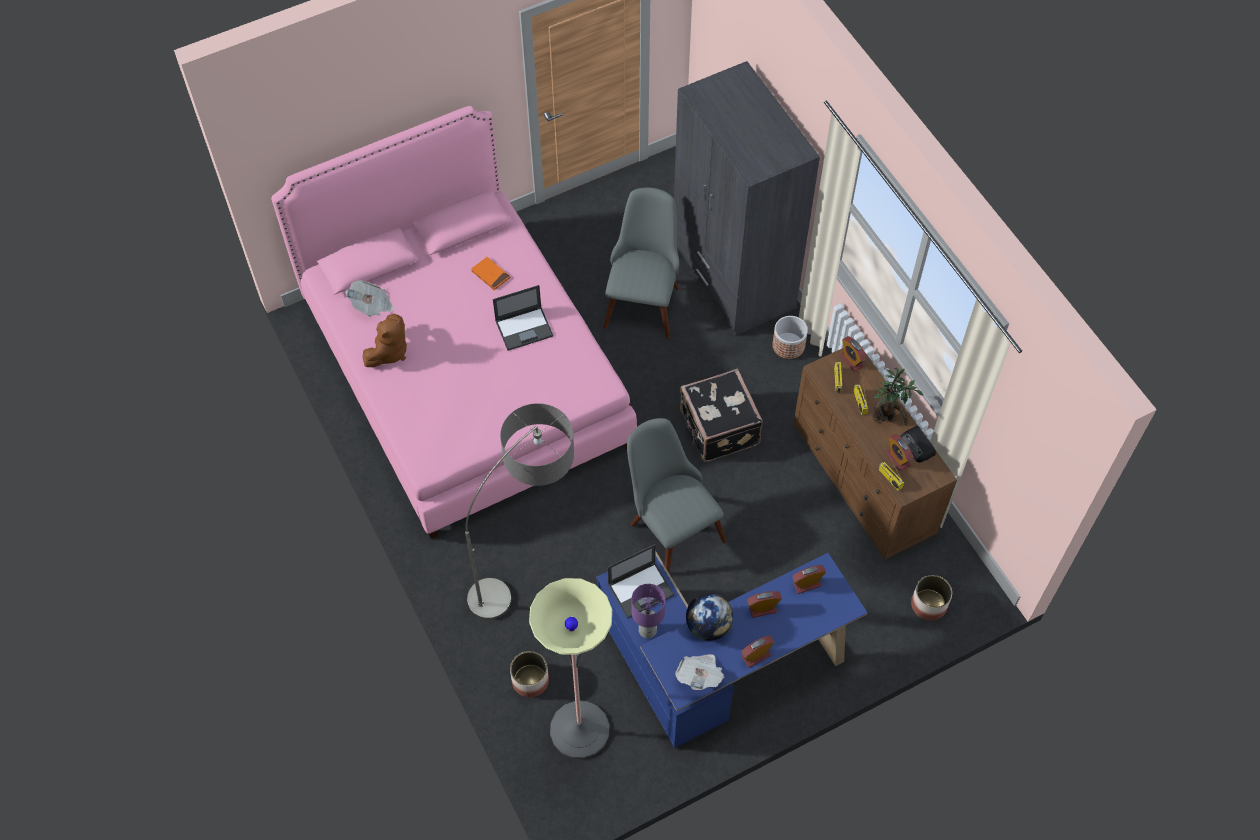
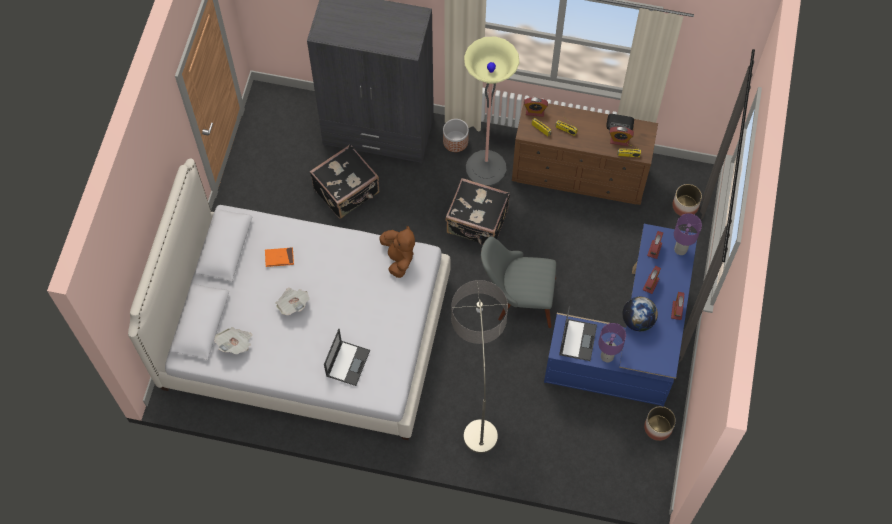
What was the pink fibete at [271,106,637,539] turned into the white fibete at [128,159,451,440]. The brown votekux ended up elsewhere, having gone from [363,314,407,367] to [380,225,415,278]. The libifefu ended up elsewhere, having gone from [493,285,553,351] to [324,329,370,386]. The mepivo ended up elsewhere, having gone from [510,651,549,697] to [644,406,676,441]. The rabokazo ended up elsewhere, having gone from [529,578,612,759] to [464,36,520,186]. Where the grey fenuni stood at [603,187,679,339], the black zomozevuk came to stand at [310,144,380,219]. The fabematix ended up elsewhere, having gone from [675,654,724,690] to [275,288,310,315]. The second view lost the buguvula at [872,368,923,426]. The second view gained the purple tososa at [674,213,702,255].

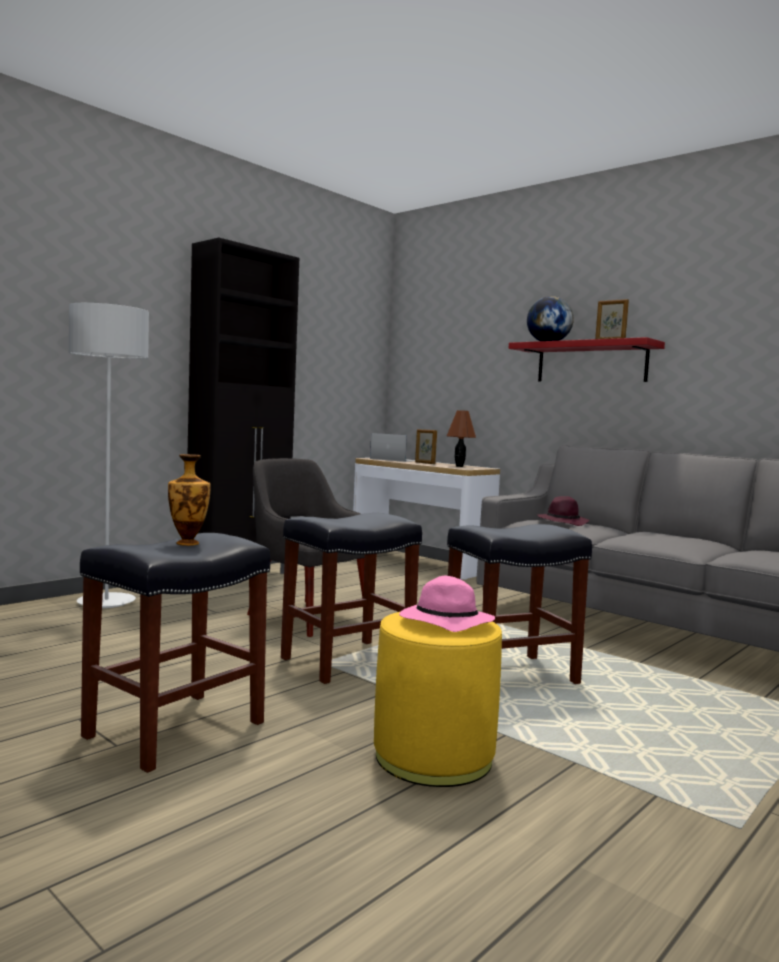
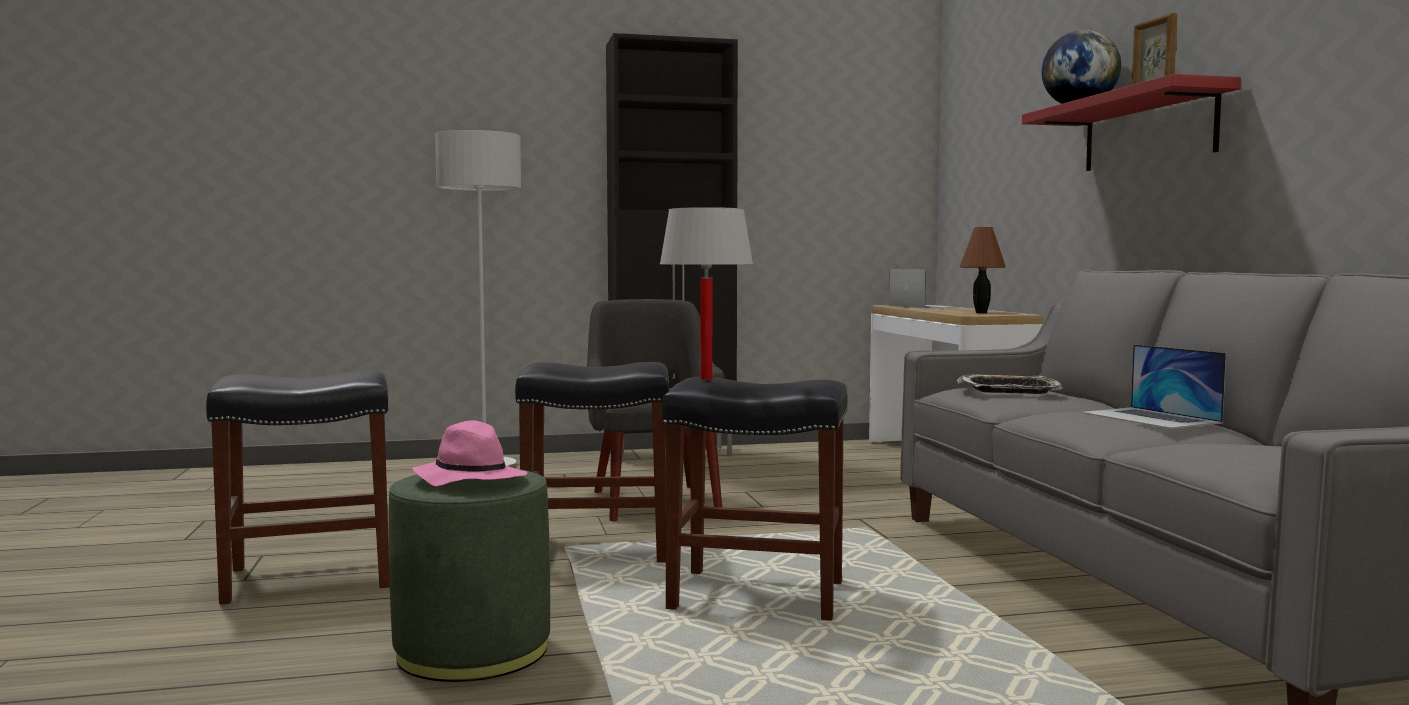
The second view lost the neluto at [168,454,210,546]. What was the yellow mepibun at [374,611,502,787] turned into the green mepibun at [389,469,550,682]. The second view lost the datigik at [415,429,437,464]. Where the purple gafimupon stood at [537,496,589,526], the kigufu came to stand at [957,374,1063,394]. The second view gained the white tososa at [660,207,753,380]. The second view gained the libifefu at [1081,344,1226,429].

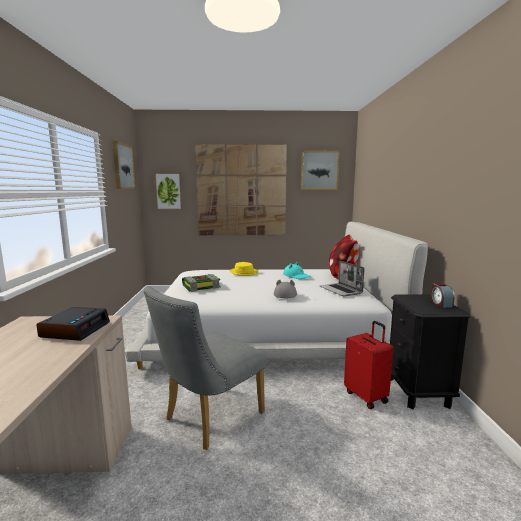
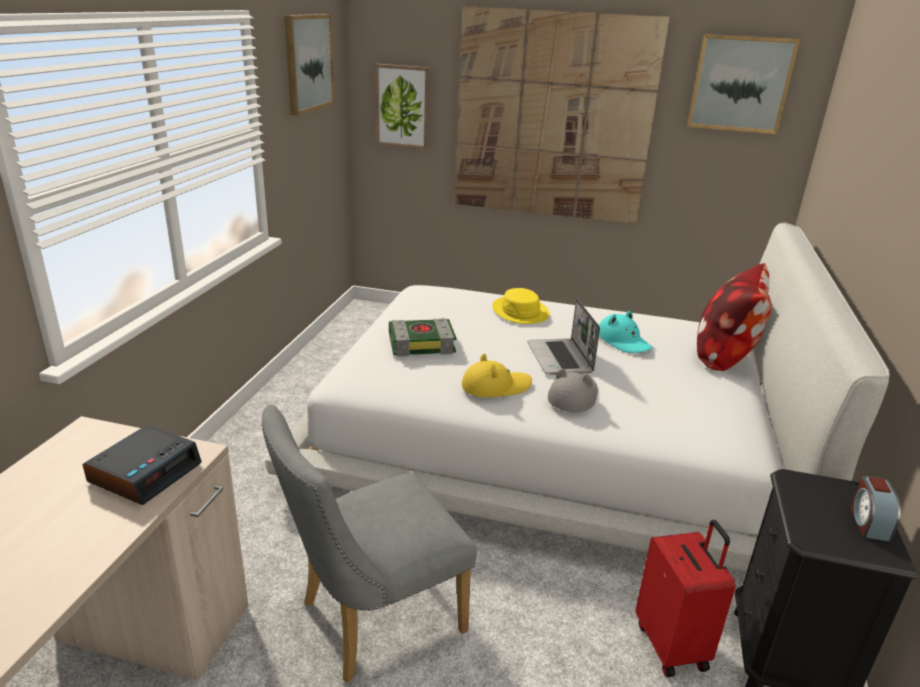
The libifefu ended up elsewhere, having gone from [320,261,365,297] to [527,299,600,375]. The second view gained the yellow gafimupon at [462,354,532,397].

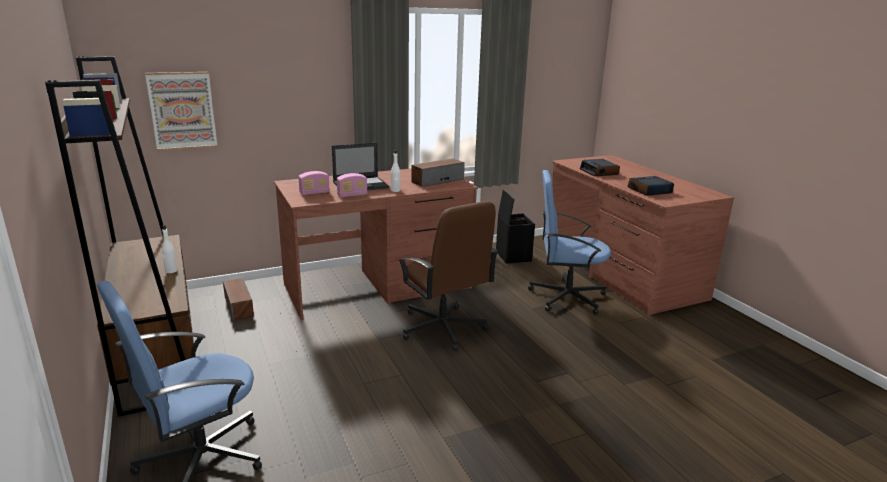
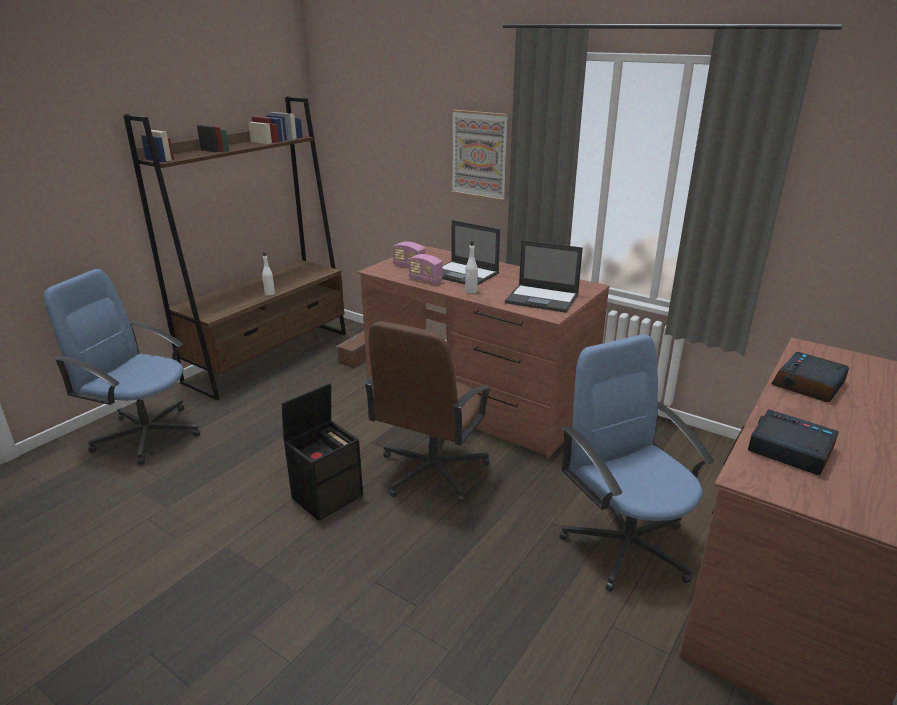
The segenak ended up elsewhere, having gone from [145,72,217,151] to [452,110,508,201]. Where the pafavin stood at [412,158,465,187], the libifefu came to stand at [505,240,583,313]. The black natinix ended up elsewhere, having gone from [496,190,535,264] to [282,383,363,521].

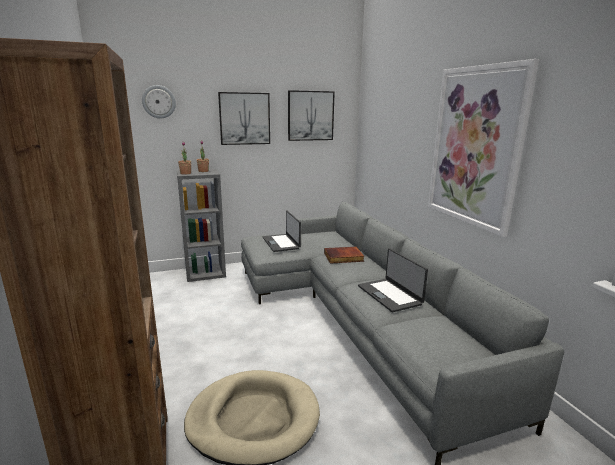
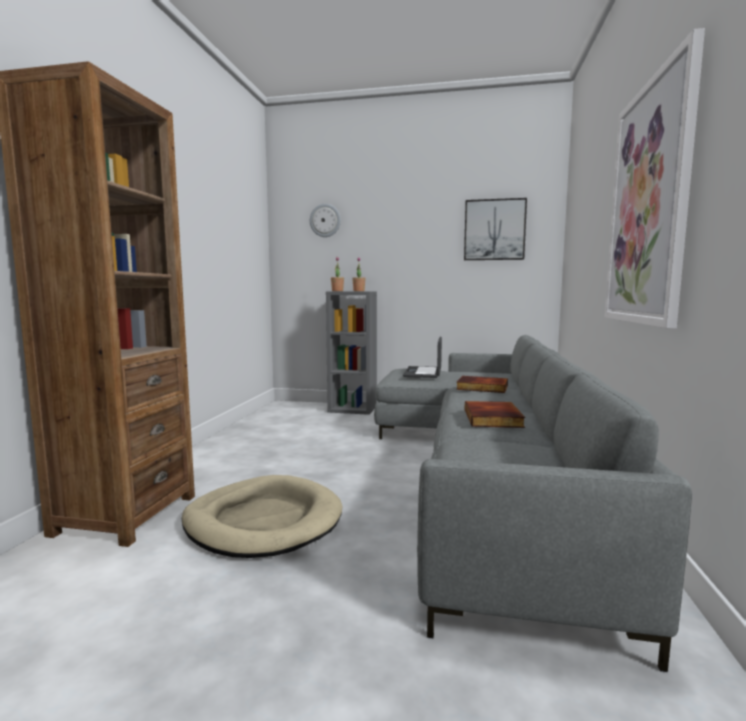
The second view lost the segenak at [218,92,270,145]. Where the libifefu stood at [358,248,428,312], the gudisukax came to stand at [464,401,525,428].

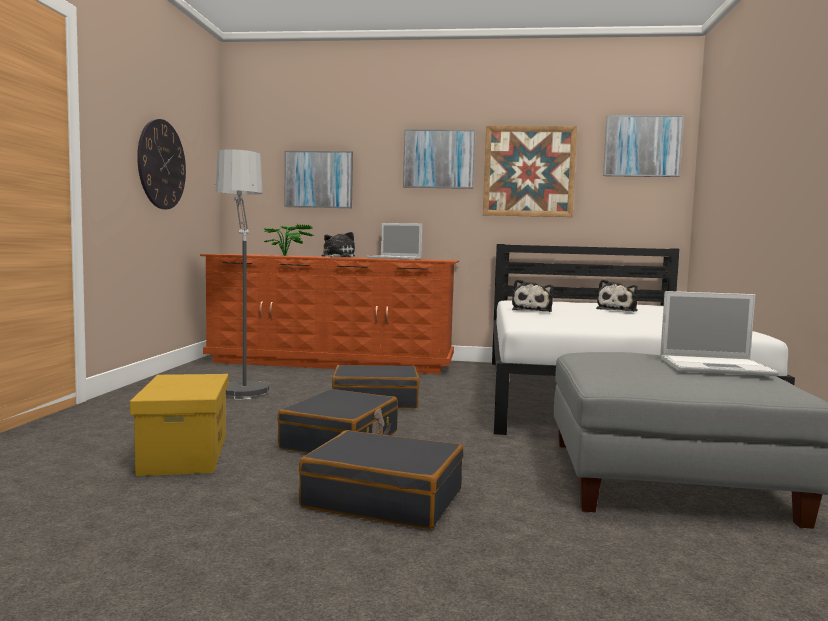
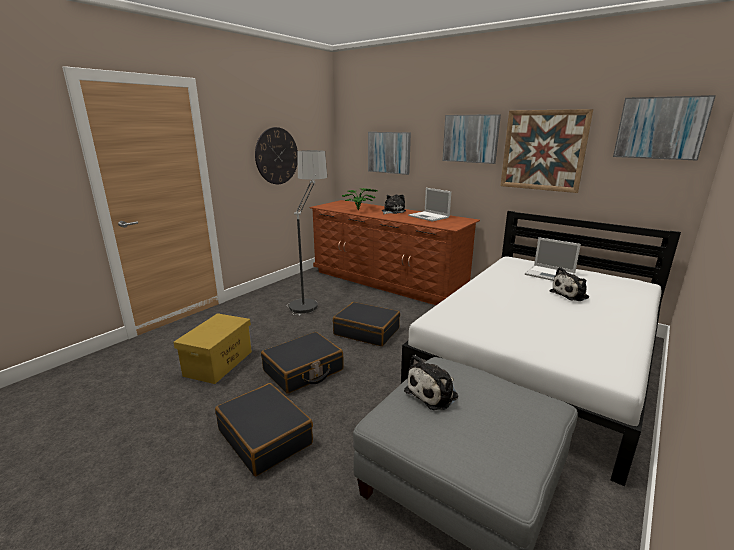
The votekux ended up elsewhere, having gone from [512,279,553,312] to [404,355,458,410]. The libifefu ended up elsewhere, having gone from [660,291,779,376] to [525,237,581,281].

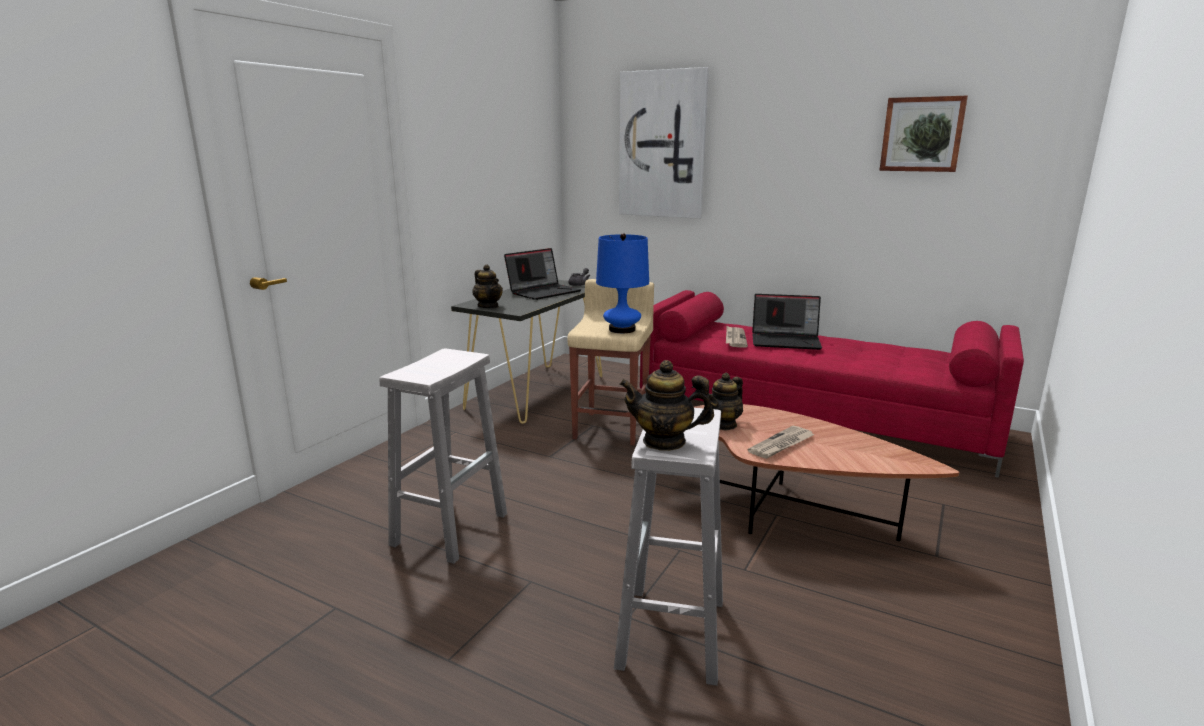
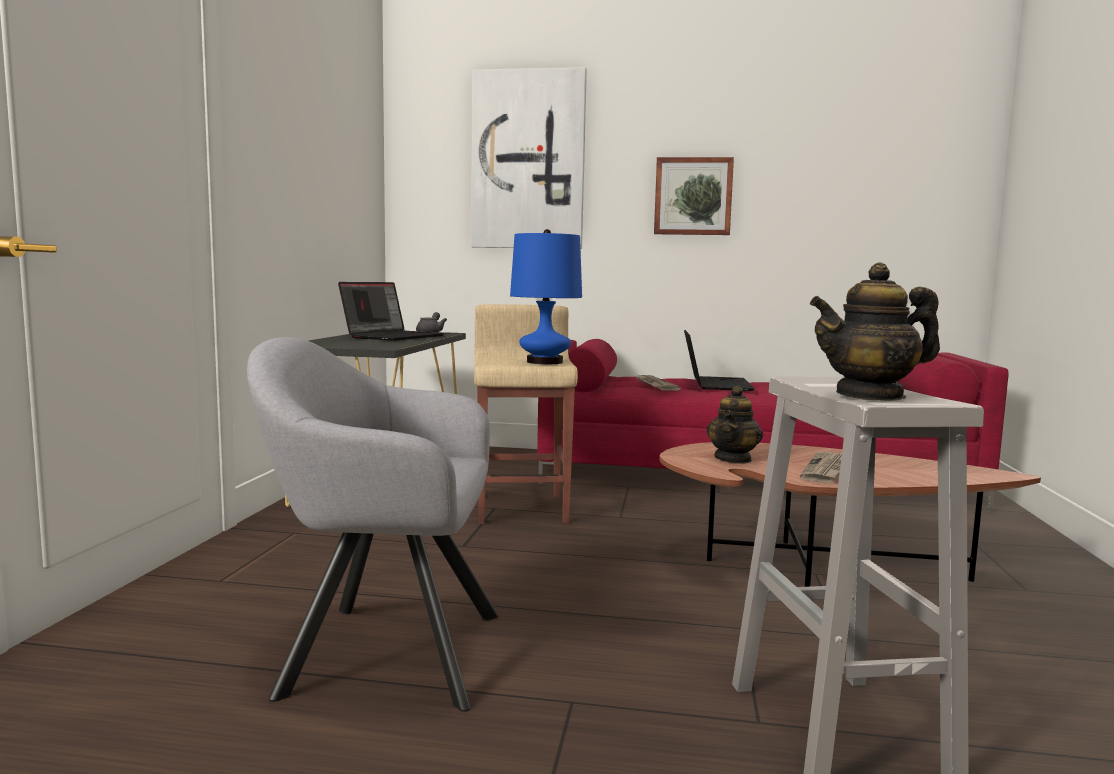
Where the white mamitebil stood at [379,349,507,564], the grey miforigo came to stand at [247,337,498,712]. The second view lost the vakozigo at [472,264,503,308]. The libifefu at [752,294,822,350] ended up facing another way, 75 degrees counterclockwise from before. The segenak ended up elsewhere, having gone from [879,96,968,172] to [654,157,734,235].

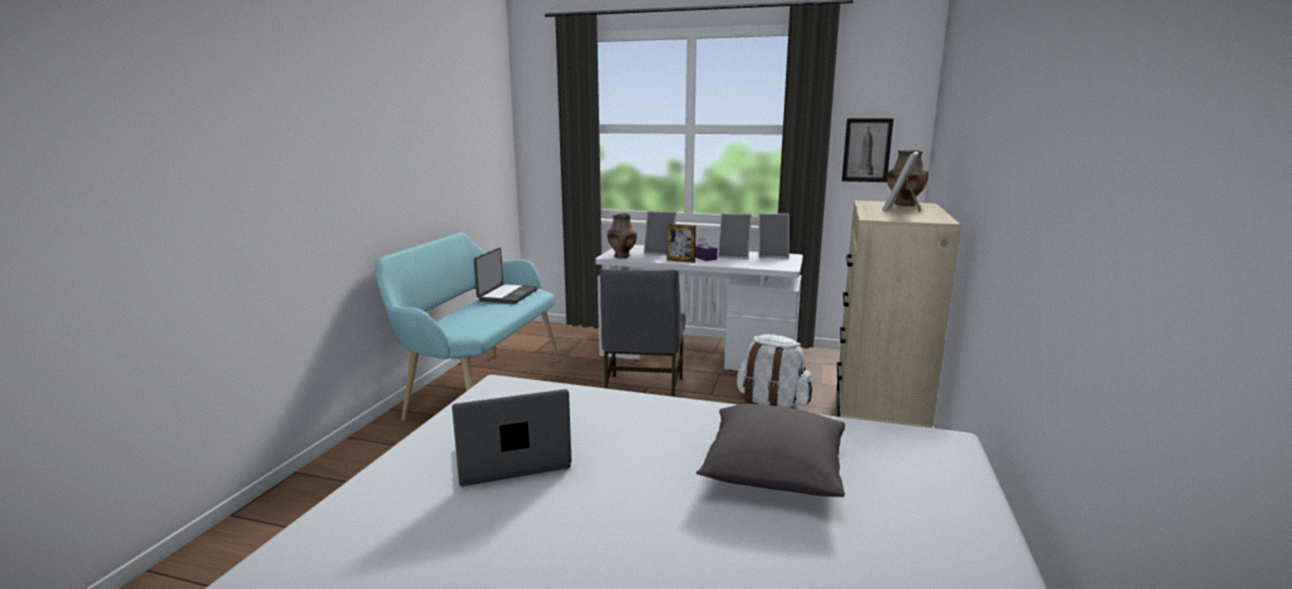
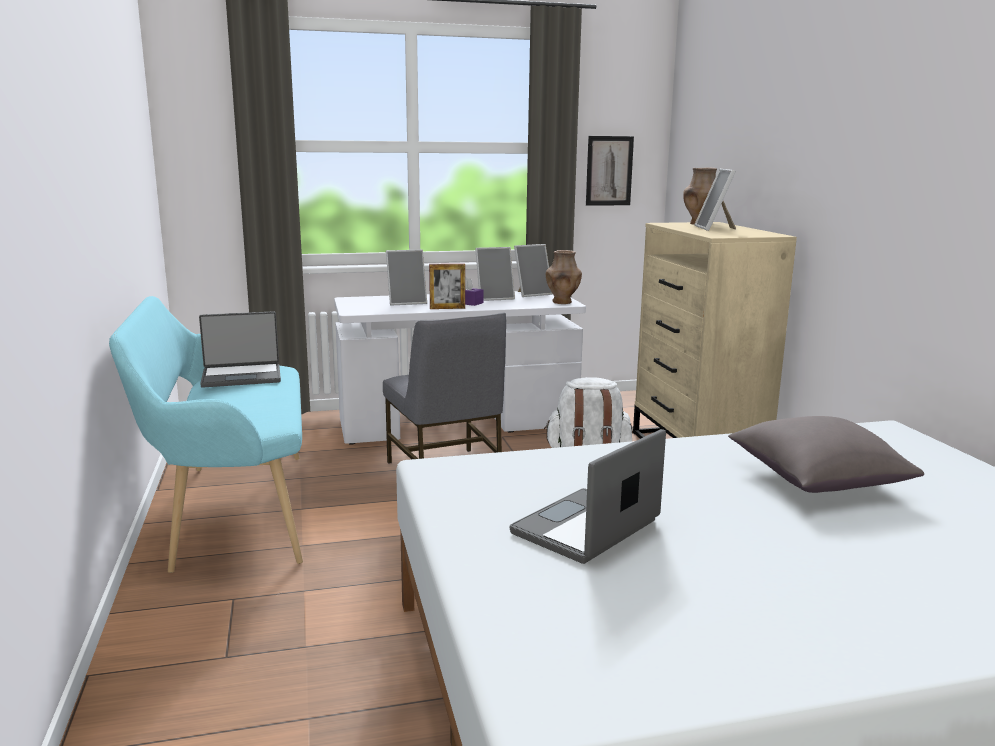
The libifefu at [474,247,538,304] ended up facing another way, 90 degrees clockwise from before. The brown neluto ended up elsewhere, having gone from [607,213,637,258] to [546,250,582,304].

